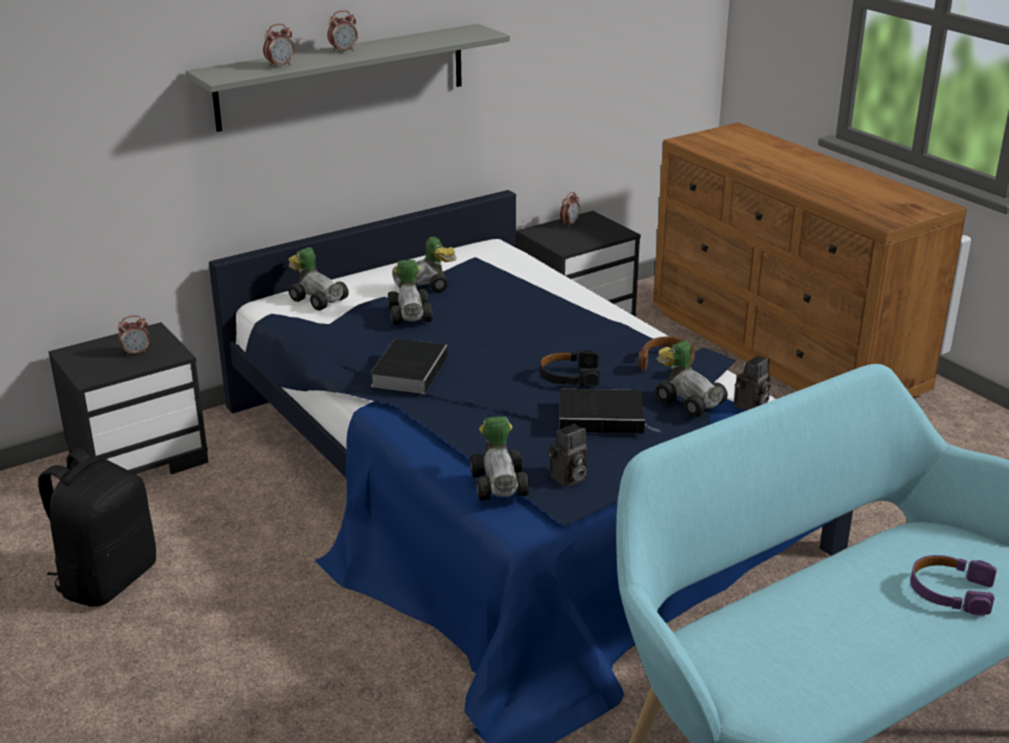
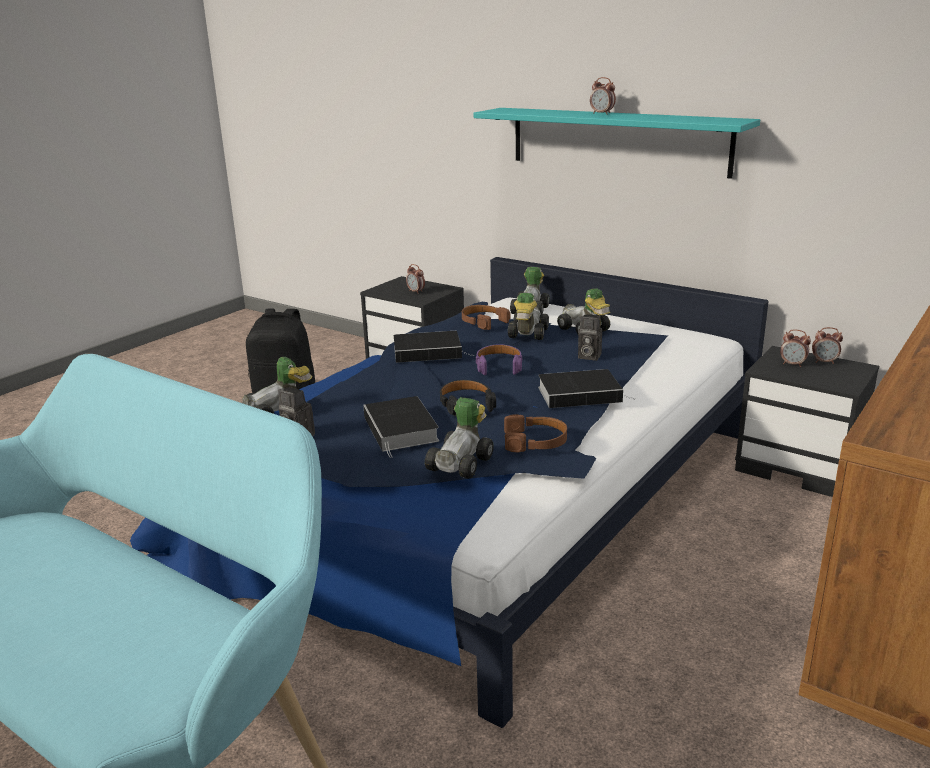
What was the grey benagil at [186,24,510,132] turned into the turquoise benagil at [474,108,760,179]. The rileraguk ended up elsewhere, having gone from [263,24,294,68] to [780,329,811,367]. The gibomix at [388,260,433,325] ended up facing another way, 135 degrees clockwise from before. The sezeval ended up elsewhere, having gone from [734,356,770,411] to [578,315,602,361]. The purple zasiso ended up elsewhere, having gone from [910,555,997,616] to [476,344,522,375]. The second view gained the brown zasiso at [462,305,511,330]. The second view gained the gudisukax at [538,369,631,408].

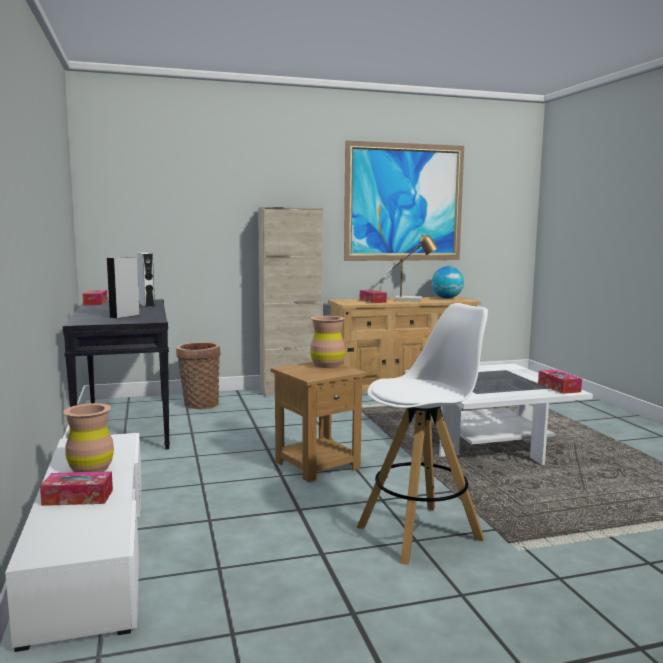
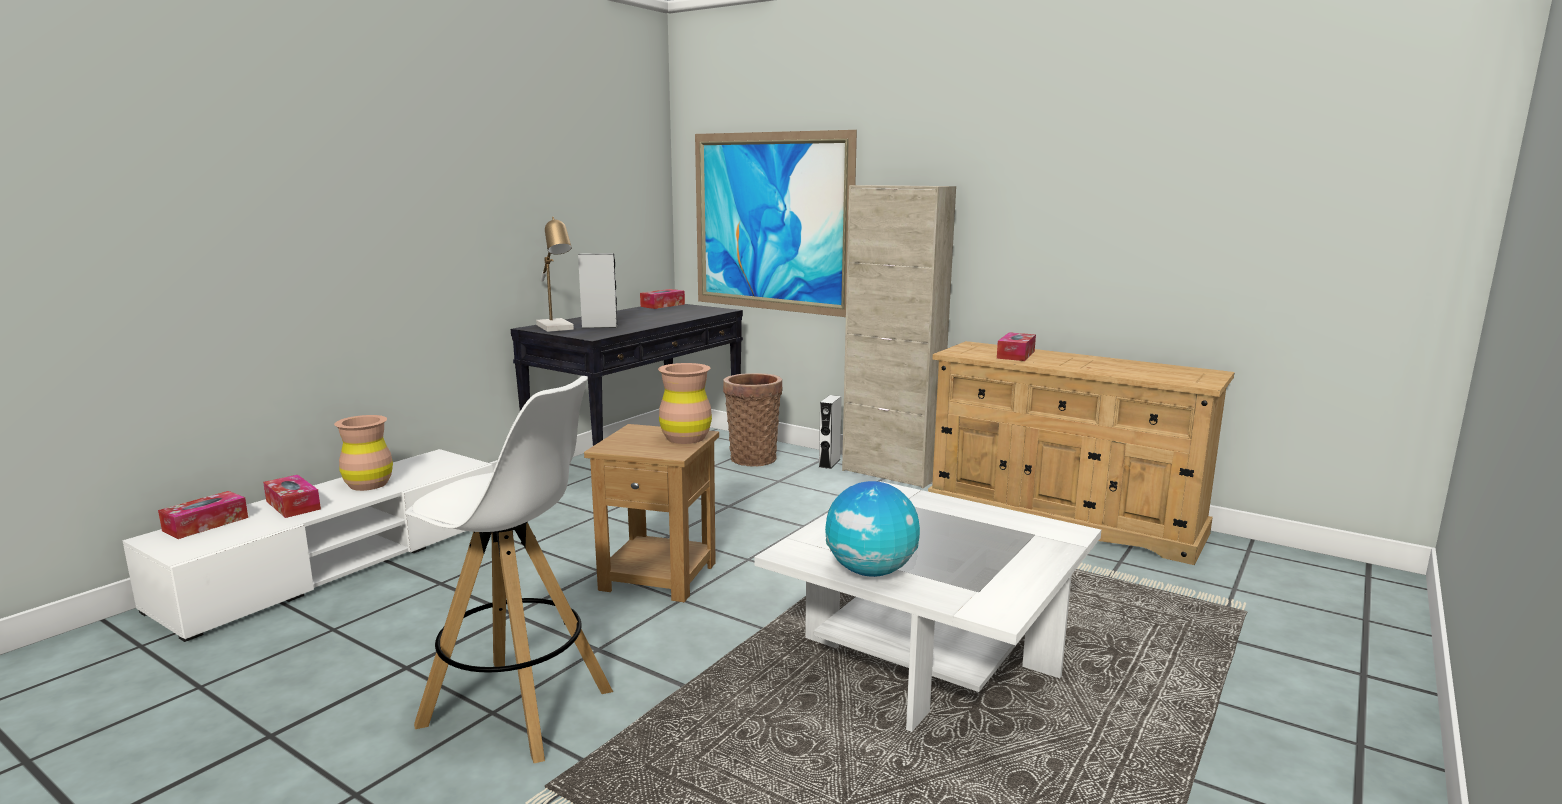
The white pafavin ended up elsewhere, having gone from [137,253,155,307] to [819,395,842,469]. The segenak ended up elsewhere, having gone from [344,140,464,261] to [695,130,857,317]. The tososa ended up elsewhere, having gone from [385,234,438,301] to [536,217,574,332]. The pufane ended up elsewhere, having gone from [432,266,464,298] to [825,481,920,577]. The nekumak ended up elsewhere, having gone from [538,370,582,394] to [158,491,248,539].

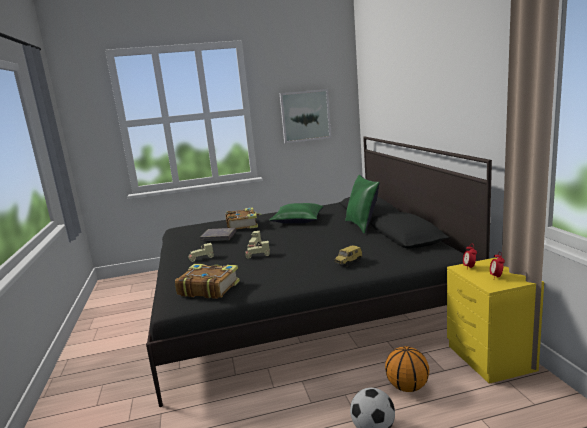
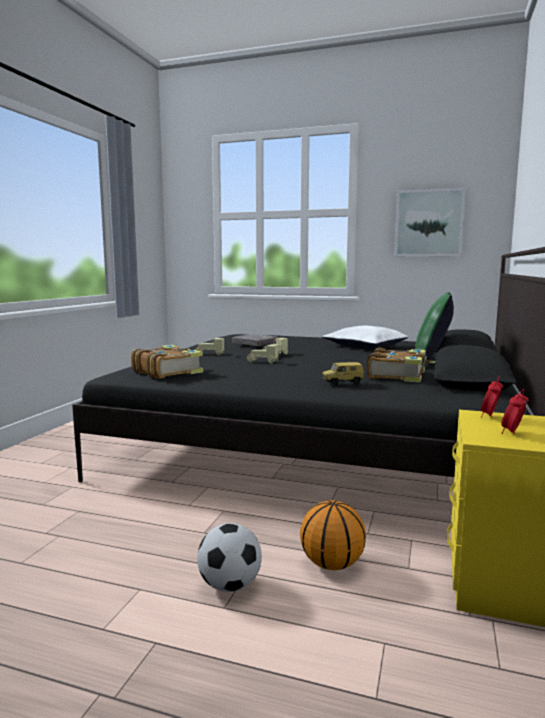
The gudisukax ended up elsewhere, having gone from [225,207,261,229] to [367,348,436,383]. What was the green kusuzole at [269,203,323,223] turned into the white kusuzole at [322,326,408,349].

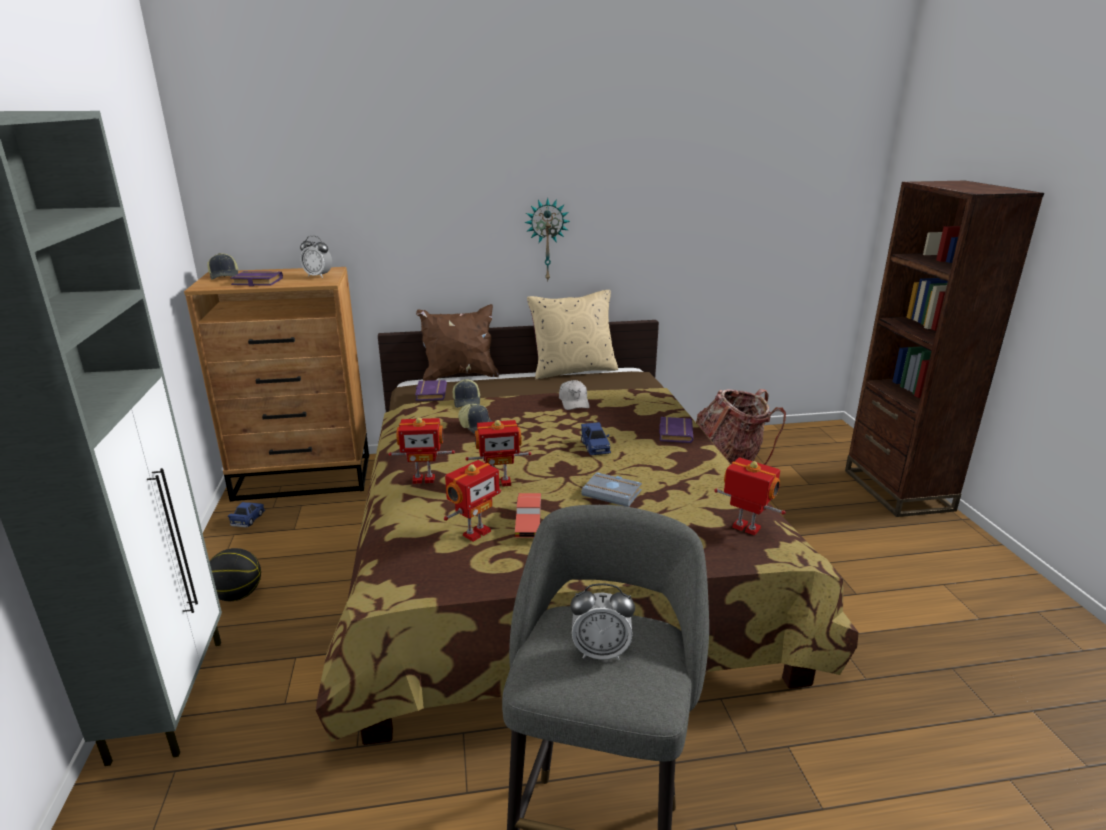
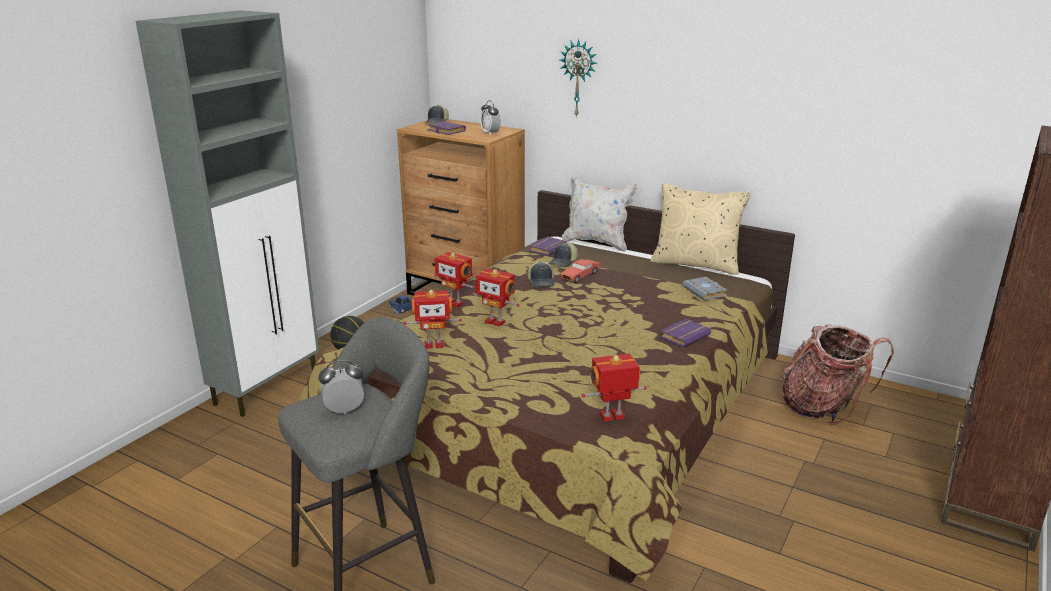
What was the brown kusuzole at [416,304,499,381] turned into the white kusuzole at [562,176,637,252]. The red gibomix ended up elsewhere, having gone from [515,493,541,538] to [560,259,601,283]. The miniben ended up elsewhere, having gone from [524,198,570,282] to [560,39,597,118]. The second view lost the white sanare at [559,380,590,410]. The rileraguk at [570,583,635,660] ended up facing another way, 120 degrees clockwise from before. The second view lost the blue gibomix at [581,422,611,455]. The grey gudisukax ended up elsewhere, having gone from [581,472,642,507] to [682,277,728,300]. The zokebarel at [714,457,786,536] ended up facing another way, 90 degrees counterclockwise from before.

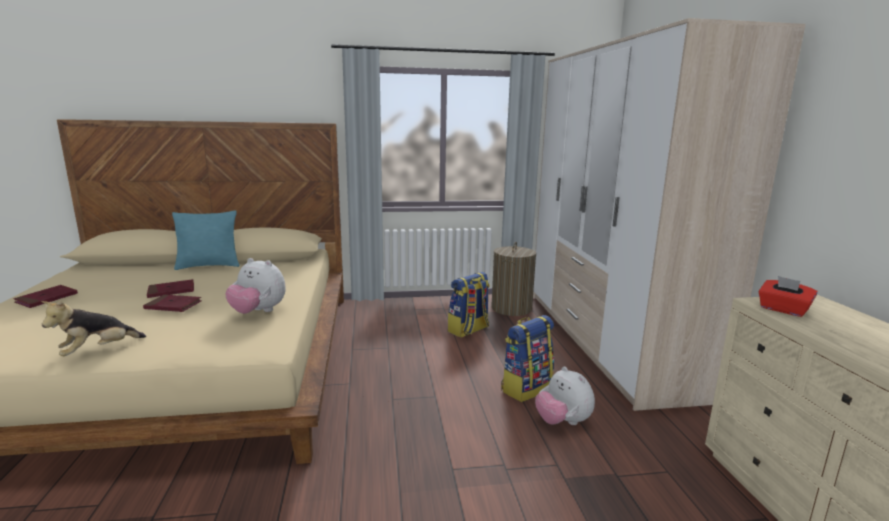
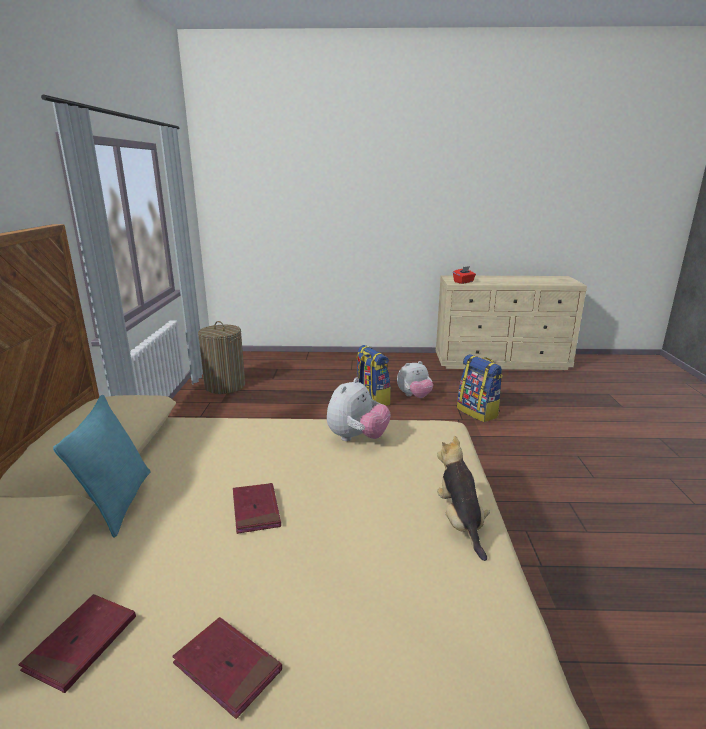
The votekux at [41,300,146,356] ended up facing another way, 150 degrees counterclockwise from before. The red gudisukax ended up elsewhere, having gone from [143,295,202,312] to [18,594,136,693]. The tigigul ended up elsewhere, having gone from [448,272,490,338] to [457,354,503,422]. The second view lost the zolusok at [533,18,806,411].

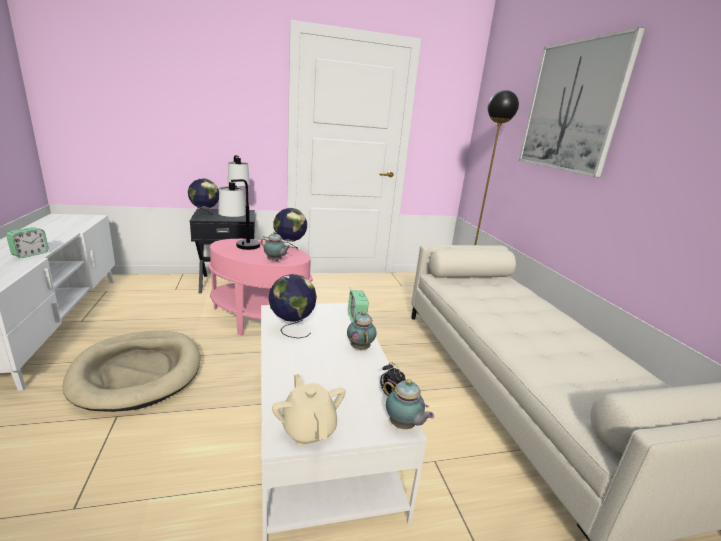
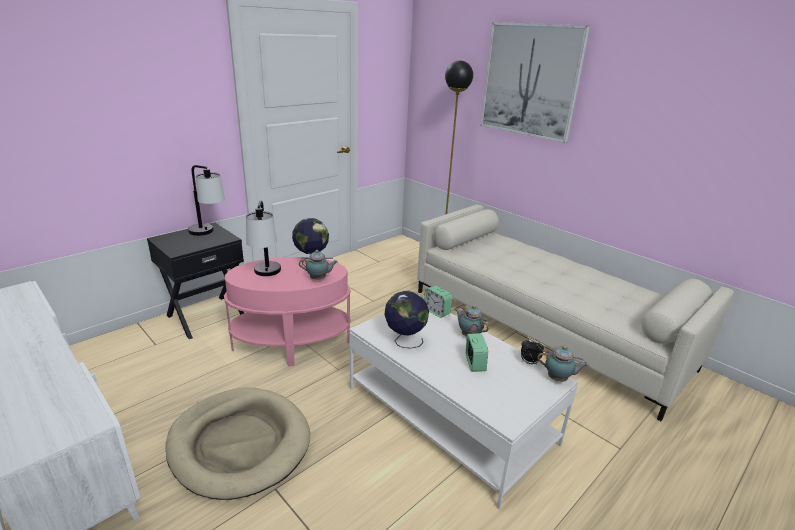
The rileraguk ended up elsewhere, having gone from [6,227,49,258] to [466,333,488,372]. The second view lost the pufane at [188,178,219,220]. The second view lost the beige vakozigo at [272,374,345,446].

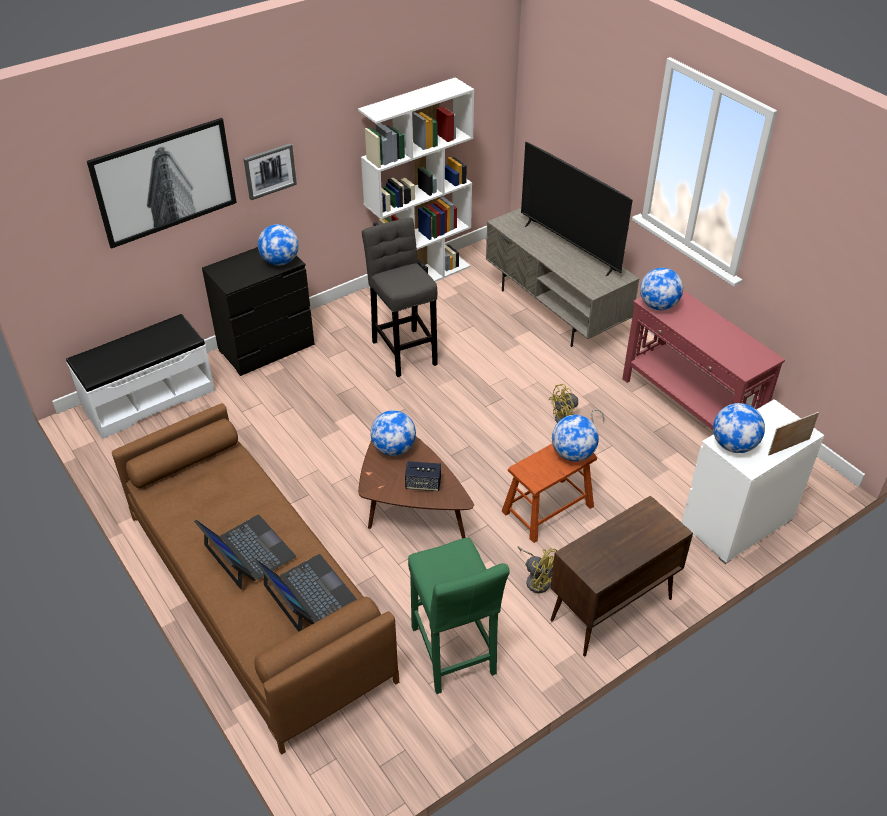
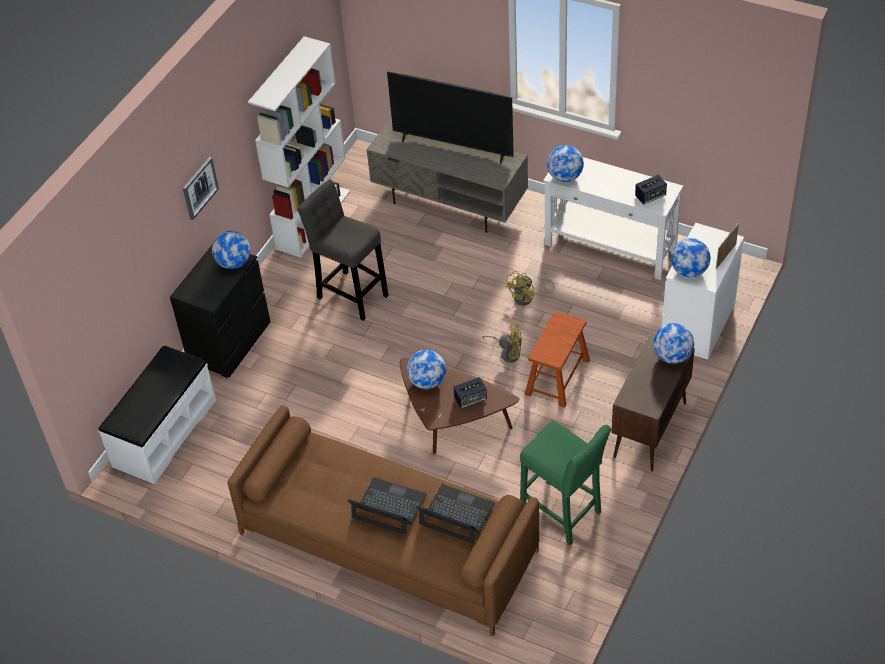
The second view lost the segenak at [87,118,237,249]. The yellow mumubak ended up elsewhere, having gone from [518,546,557,593] to [482,324,522,363]. The pufane ended up elsewhere, having gone from [552,415,599,461] to [653,323,694,364]. What was the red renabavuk at [622,290,785,430] turned into the white renabavuk at [543,157,683,280]. The second view gained the pafavin at [635,175,667,205].

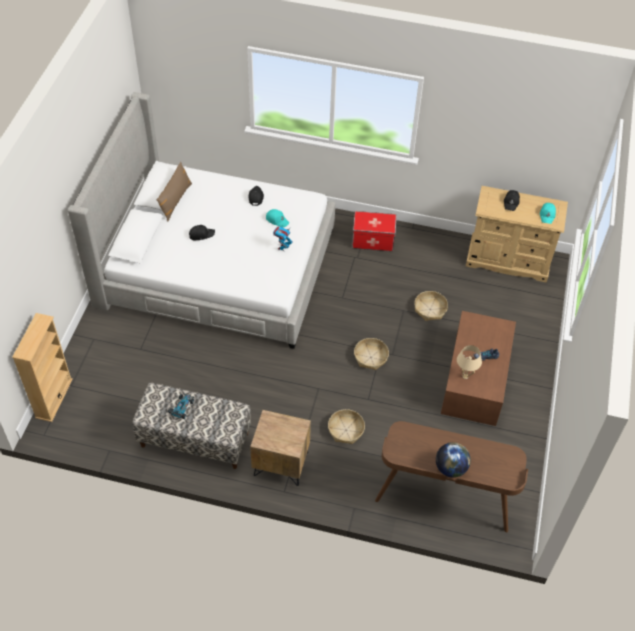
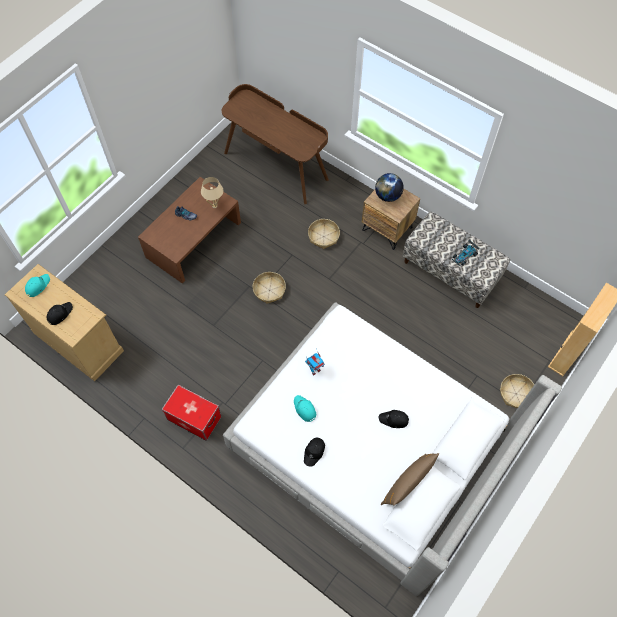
The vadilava ended up elsewhere, having gone from [414,291,448,321] to [500,374,534,408]. The pufane ended up elsewhere, having gone from [436,442,471,478] to [375,173,404,202].

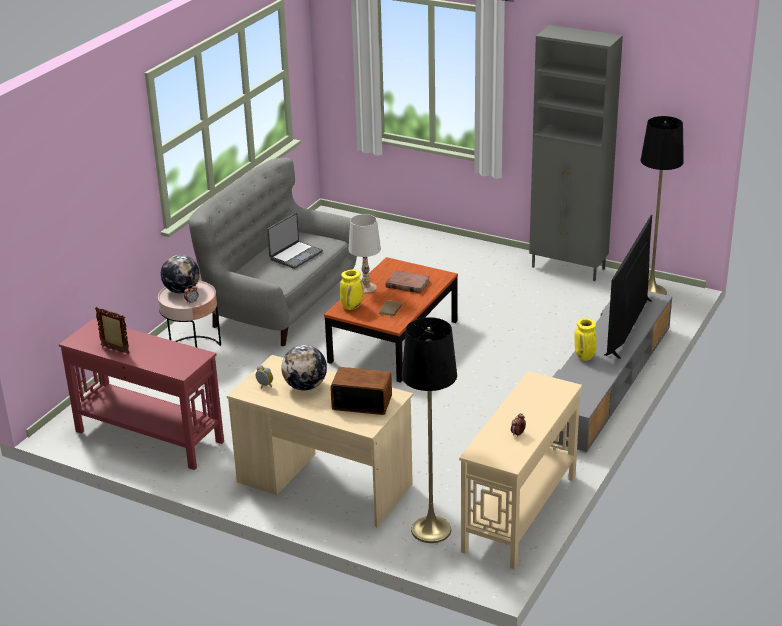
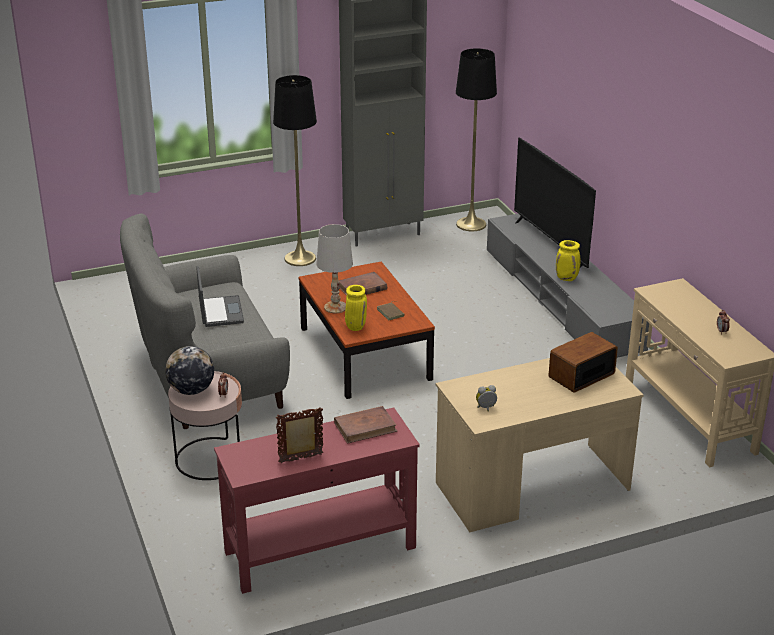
The second view lost the pufane at [281,345,327,391]. The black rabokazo ended up elsewhere, having gone from [402,317,457,543] to [273,75,317,266]. The second view gained the brown gudisukax at [334,406,398,444].

